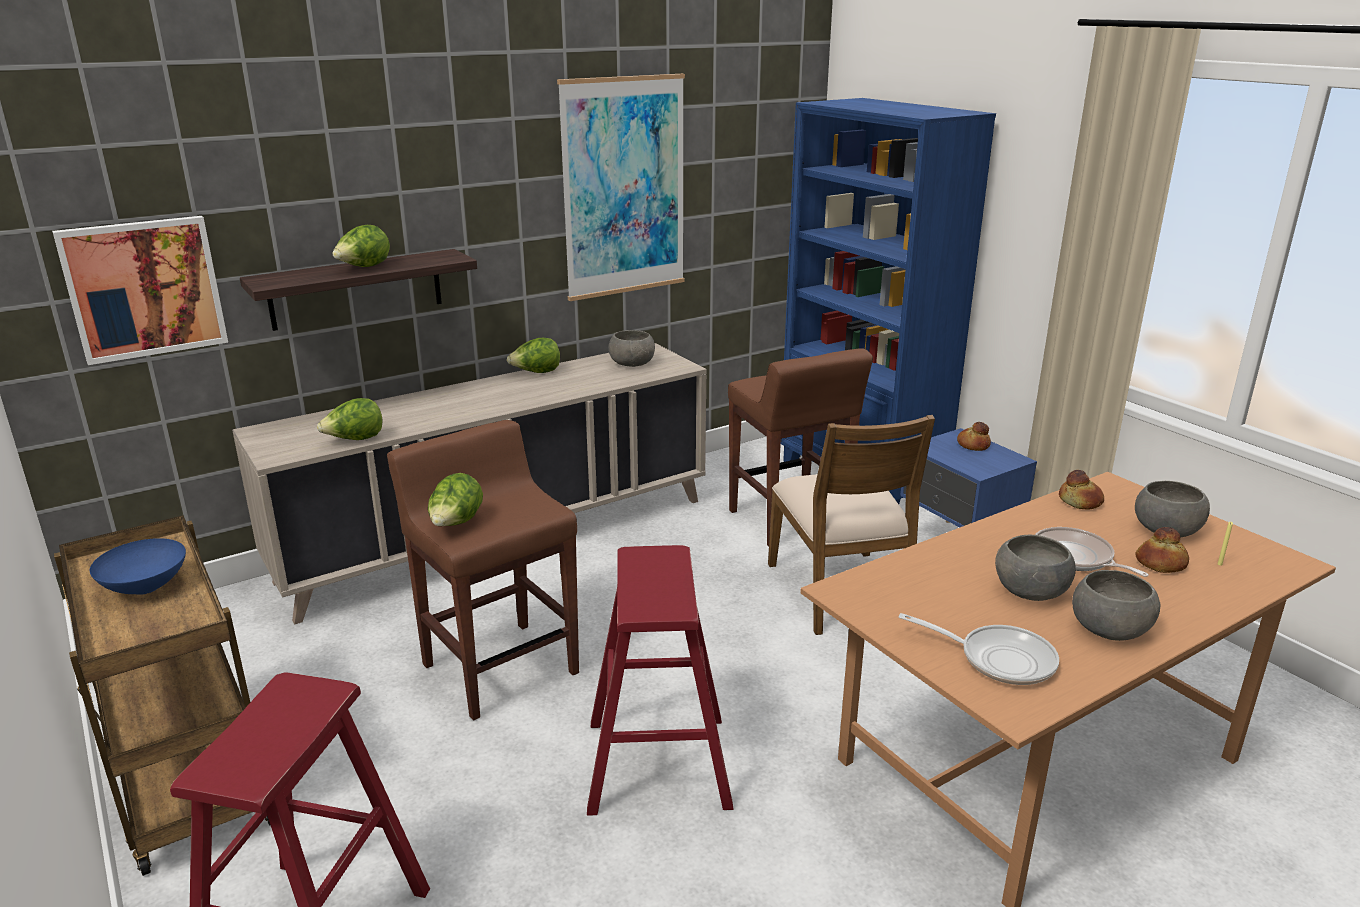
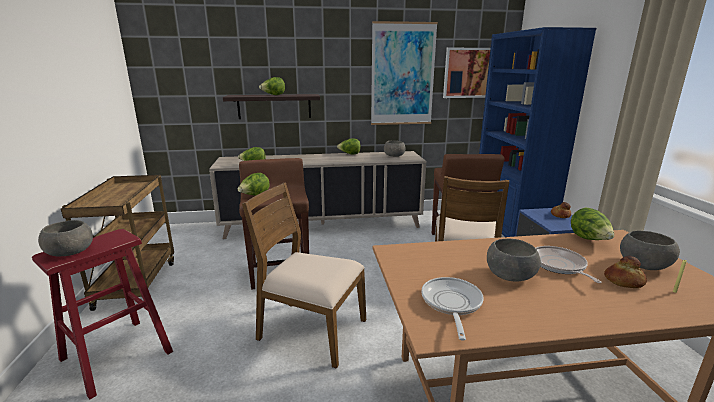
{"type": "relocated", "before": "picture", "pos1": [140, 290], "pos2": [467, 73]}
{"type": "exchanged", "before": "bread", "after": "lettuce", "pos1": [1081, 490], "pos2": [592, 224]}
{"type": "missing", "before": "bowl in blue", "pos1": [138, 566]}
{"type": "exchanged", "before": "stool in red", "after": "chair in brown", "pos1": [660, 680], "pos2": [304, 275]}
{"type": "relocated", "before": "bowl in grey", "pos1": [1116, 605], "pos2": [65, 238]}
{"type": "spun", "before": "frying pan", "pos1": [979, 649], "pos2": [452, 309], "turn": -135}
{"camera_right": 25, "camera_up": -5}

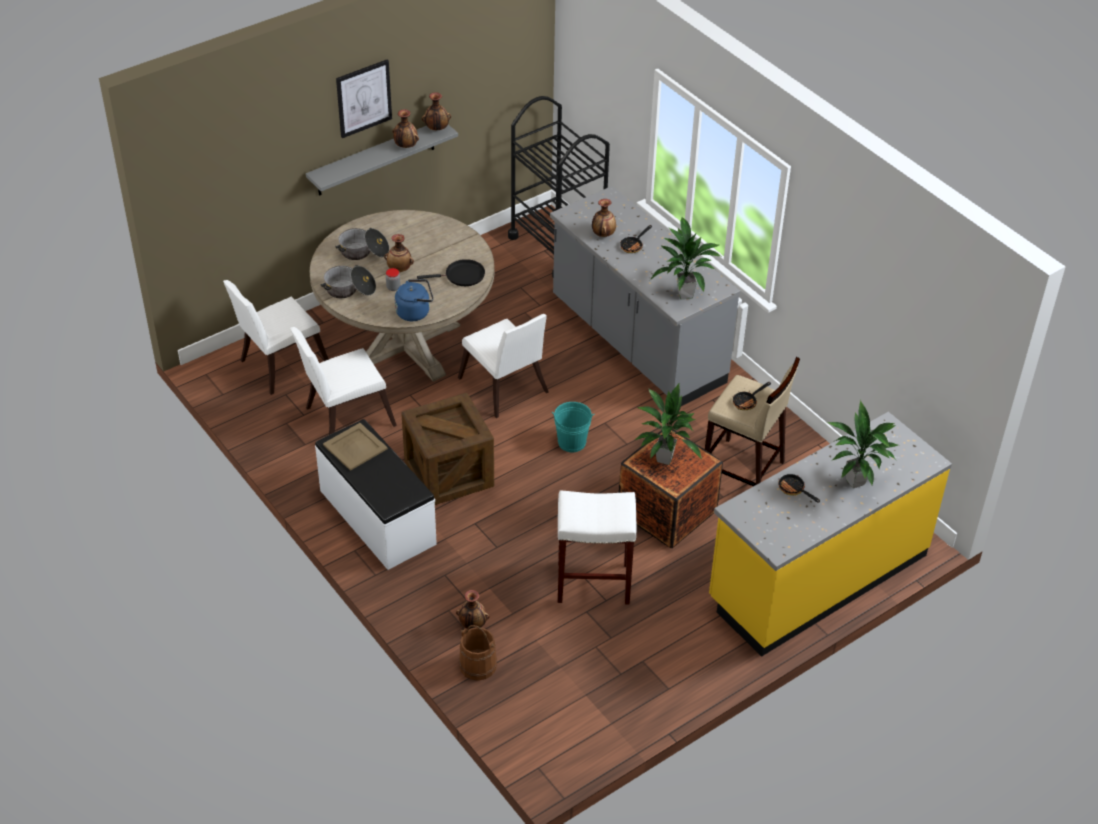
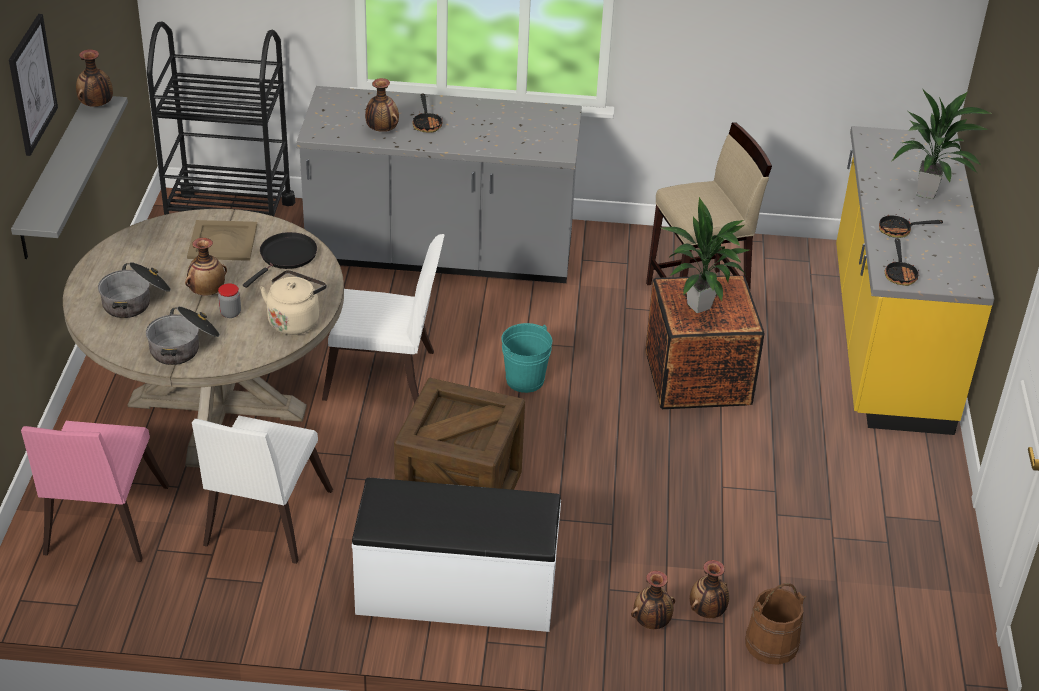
{"type": "relocated", "before": "vase", "pos1": [405, 128], "pos2": [653, 600]}
{"type": "missing", "before": "potted plant", "pos1": [685, 258]}
{"type": "colour", "before": "kettle in blue", "after": "kettle in beige", "pos1": [414, 300], "pos2": [293, 302]}
{"type": "colour", "before": "chair in white", "after": "chair in pink", "pos1": [276, 337], "pos2": [95, 491]}
{"type": "relocated", "before": "frying pan", "pos1": [752, 396], "pos2": [902, 262]}
{"type": "relocated", "before": "tray in beige", "pos1": [355, 447], "pos2": [222, 240]}
{"type": "missing", "before": "stool in white", "pos1": [597, 547]}
{"camera_right": -50, "camera_up": -5}

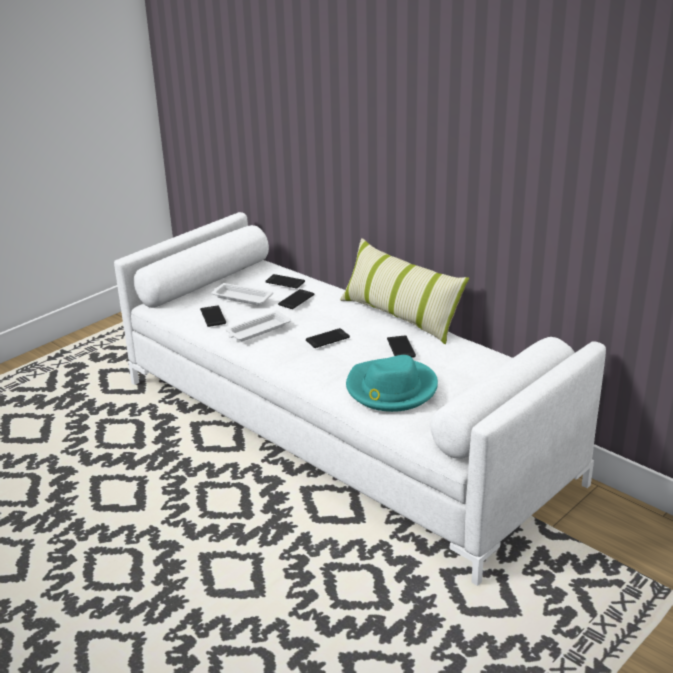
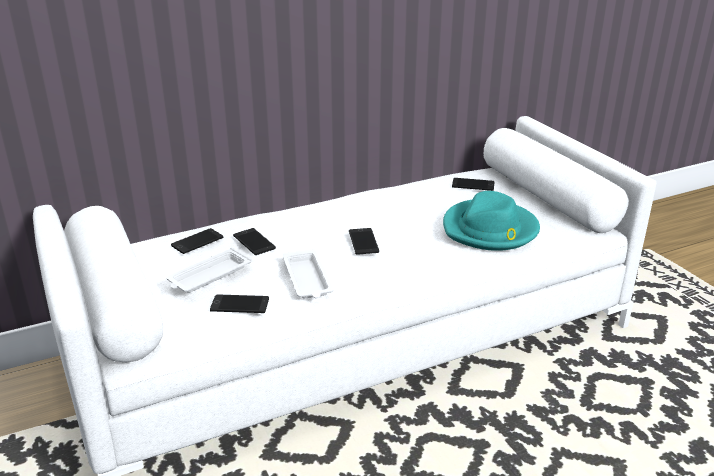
{"type": "missing", "before": "pillow", "pos1": [404, 291]}
{"type": "relocated", "before": "phone", "pos1": [401, 347], "pos2": [473, 184]}
{"camera_right": -70, "camera_up": 0}

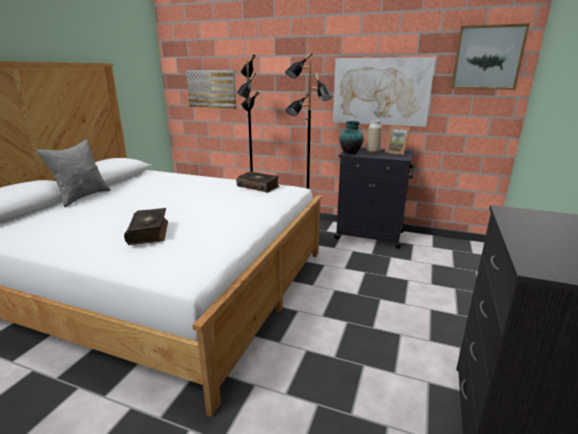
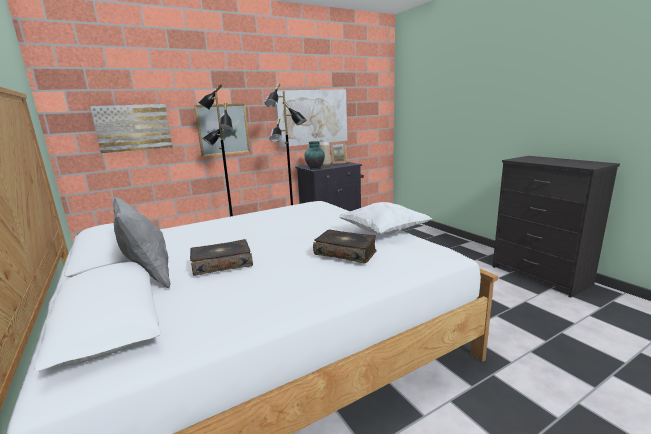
{"type": "relocated", "before": "picture", "pos1": [490, 56], "pos2": [222, 130]}
{"type": "relocated", "before": "book", "pos1": [257, 182], "pos2": [221, 257]}
{"type": "appeared", "after": "pillow in white", "pos2": [385, 218]}
{"camera_right": -50, "camera_up": -5}

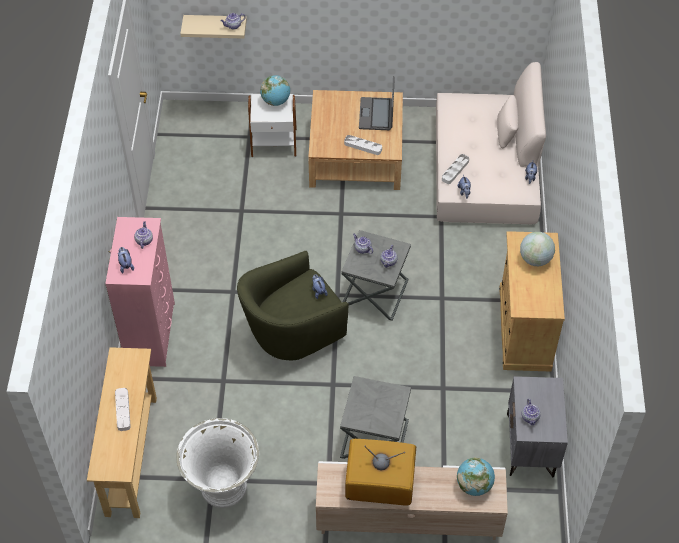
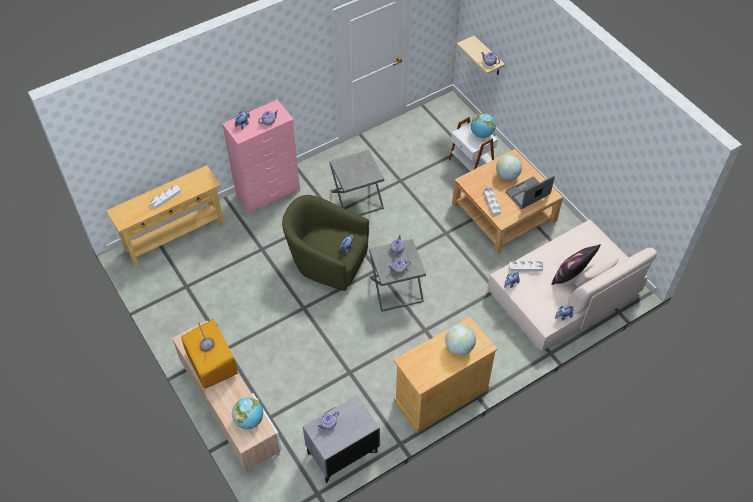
{"type": "relocated", "before": "side table in grey", "pos1": [375, 417], "pos2": [357, 183]}
{"type": "missing", "before": "planter in white", "pos1": [217, 463]}
{"type": "appeared", "after": "globe", "pos2": [509, 168]}
{"type": "appeared", "after": "pillow", "pos2": [576, 264]}
{"camera_right": 55, "camera_up": 0}

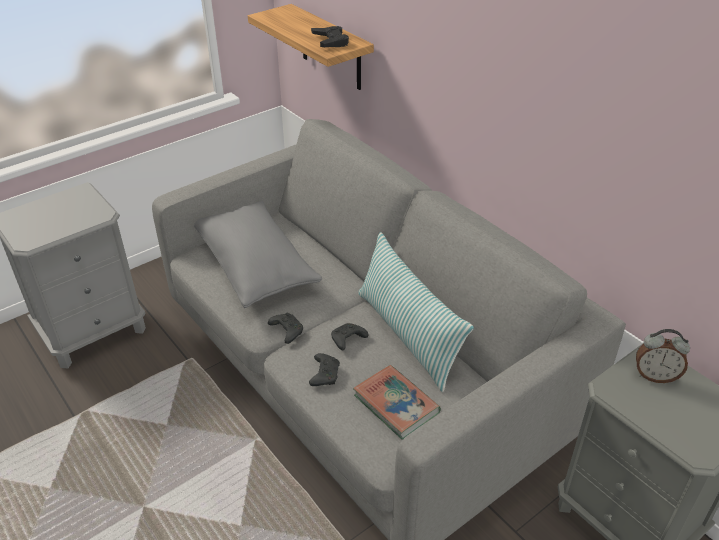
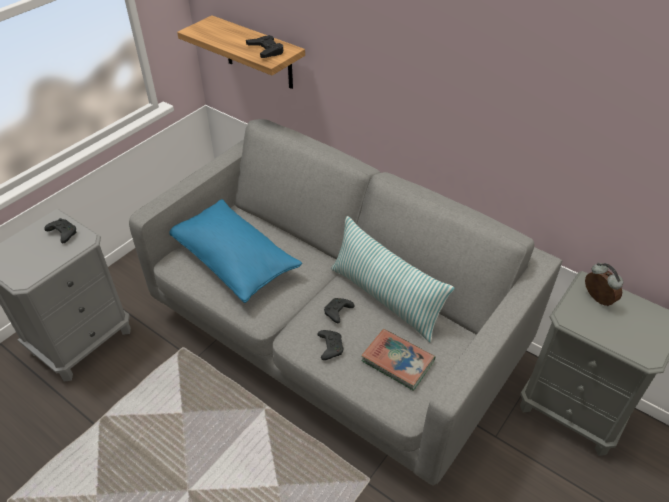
{"type": "colour", "before": "pillow in grey", "after": "pillow in blue", "pos1": [258, 254], "pos2": [235, 251]}
{"type": "relocated", "before": "game controller in black", "pos1": [285, 328], "pos2": [60, 230]}
{"type": "spun", "before": "alarm clock", "pos1": [663, 356], "pos2": [604, 284], "turn": -120}
{"camera_right": -15, "camera_up": 5}

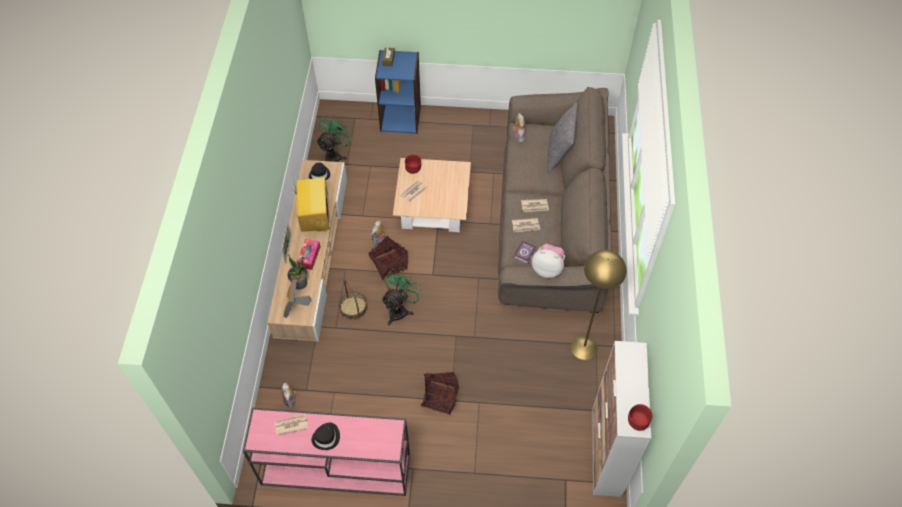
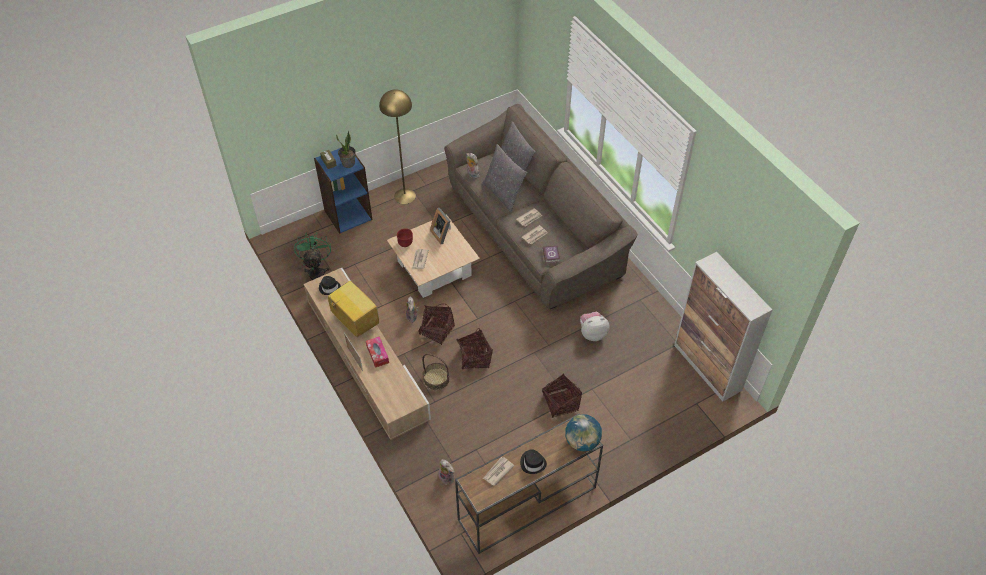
{"type": "relocated", "before": "plush toy", "pos1": [548, 261], "pos2": [595, 326]}
{"type": "relocated", "before": "floor lamp in yellow", "pos1": [598, 305], "pos2": [397, 146]}
{"type": "relocated", "before": "potted plant", "pos1": [297, 272], "pos2": [346, 149]}
{"type": "exchanged", "before": "fan in green", "after": "basket", "pos1": [402, 297], "pos2": [475, 348]}
{"type": "relocated", "before": "picture frame", "pos1": [297, 299], "pos2": [440, 226]}
{"type": "missing", "before": "bowl in red", "pos1": [640, 417]}
{"type": "colour", "before": "console table in pink", "after": "console table in brown", "pos1": [326, 452], "pos2": [529, 484]}
{"type": "appeared", "after": "pillow in grey", "pos2": [504, 178]}
{"type": "appeared", "after": "globe", "pos2": [583, 433]}
{"camera_right": -35, "camera_up": -5}

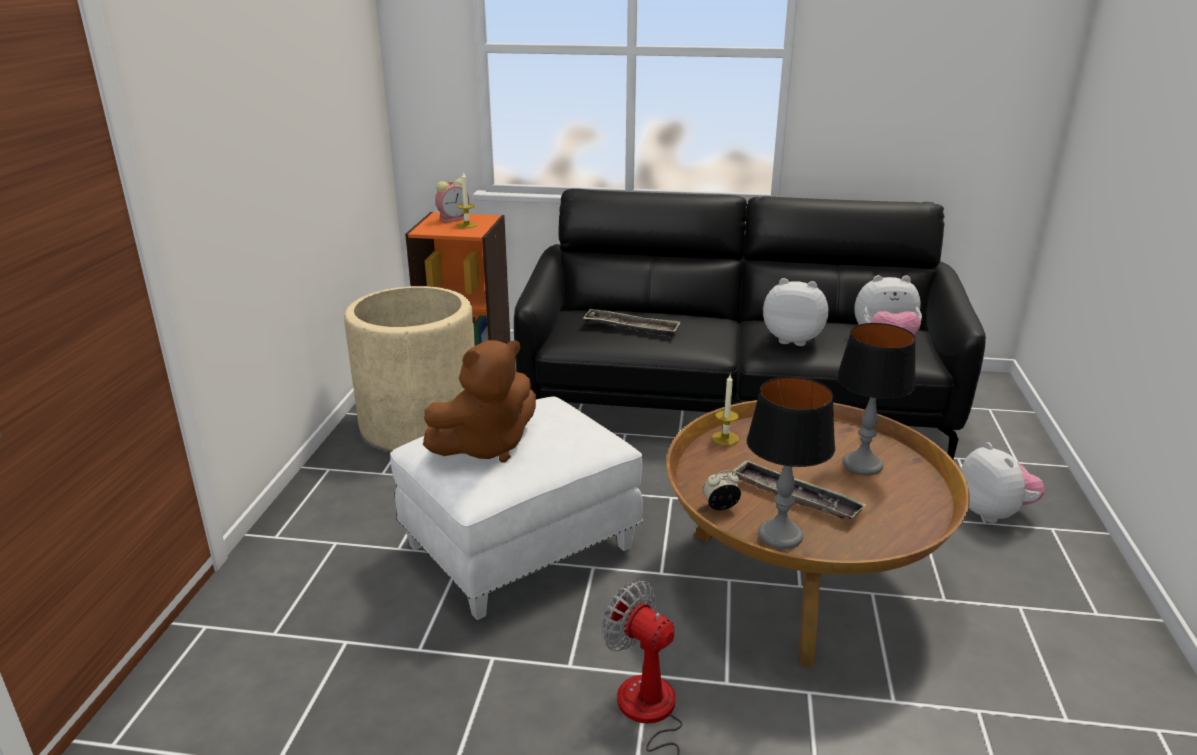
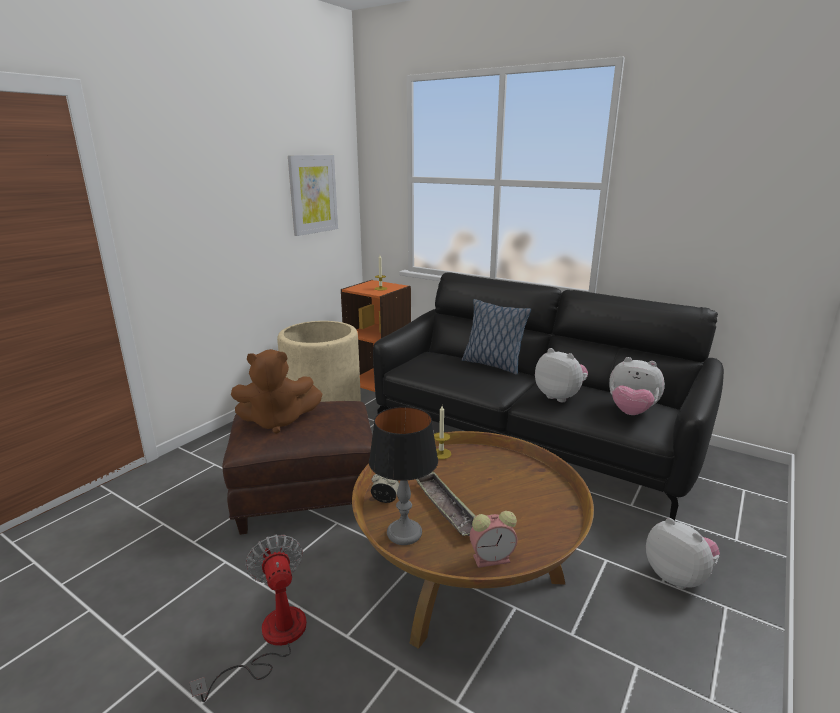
{"type": "relocated", "before": "alarm clock", "pos1": [452, 201], "pos2": [493, 539]}
{"type": "missing", "before": "tray", "pos1": [632, 323]}
{"type": "missing", "before": "table lamp", "pos1": [876, 399]}
{"type": "colour", "before": "ottoman in white", "after": "ottoman in brown", "pos1": [516, 508], "pos2": [297, 468]}
{"type": "spun", "before": "plush toy", "pos1": [1003, 482], "pos2": [683, 553], "turn": -45}
{"type": "appeared", "after": "picture", "pos2": [313, 195]}
{"type": "appeared", "after": "pillow", "pos2": [496, 337]}
{"camera_right": 25, "camera_up": -5}

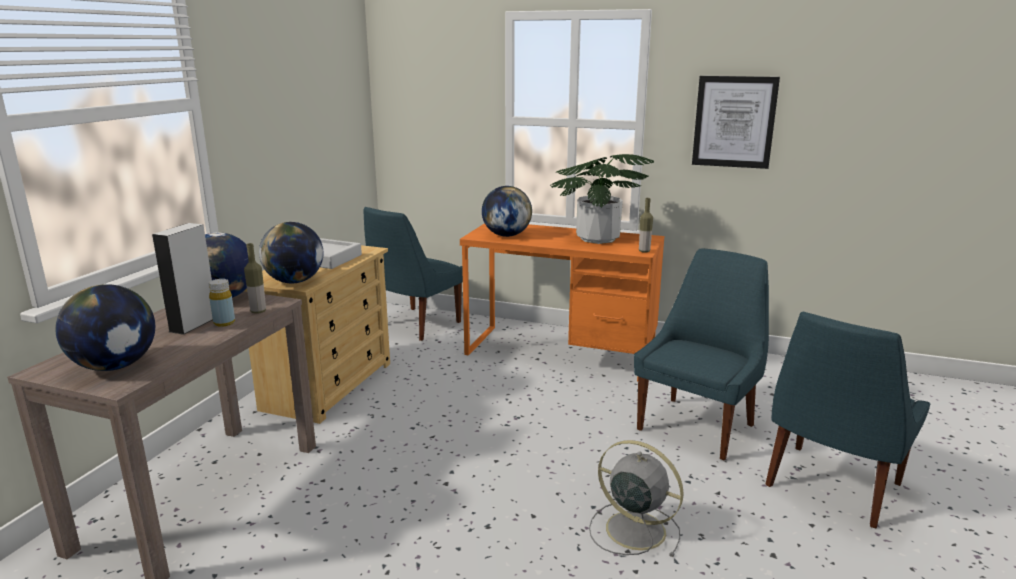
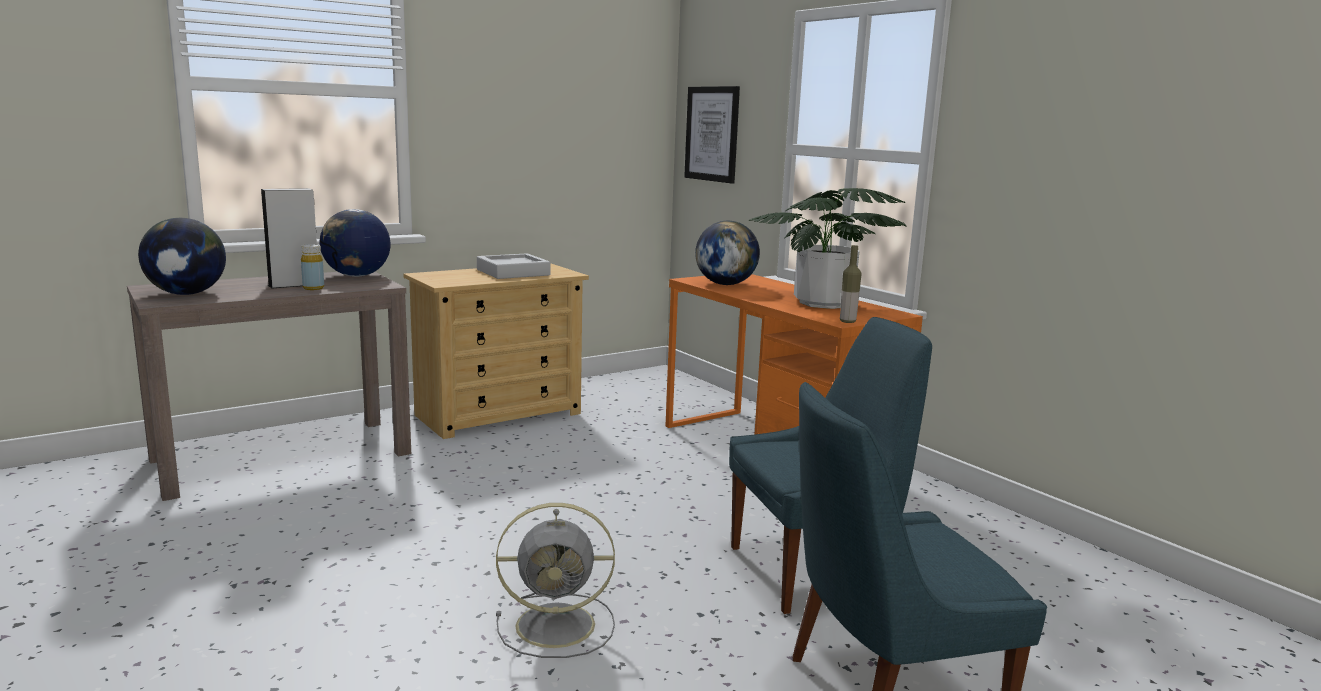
{"type": "relocated", "before": "picture", "pos1": [736, 122], "pos2": [712, 134]}
{"type": "missing", "before": "chair in blue", "pos1": [413, 274]}
{"type": "missing", "before": "globe", "pos1": [291, 252]}
{"type": "missing", "before": "bottle", "pos1": [255, 278]}
{"type": "spun", "before": "fan in grey", "pos1": [636, 498], "pos2": [555, 580], "turn": 105}
{"camera_right": 35, "camera_up": -5}

